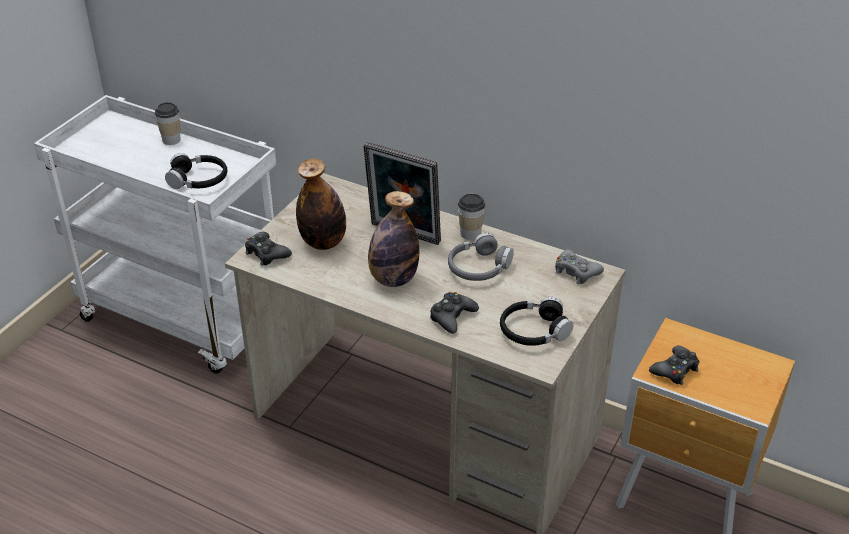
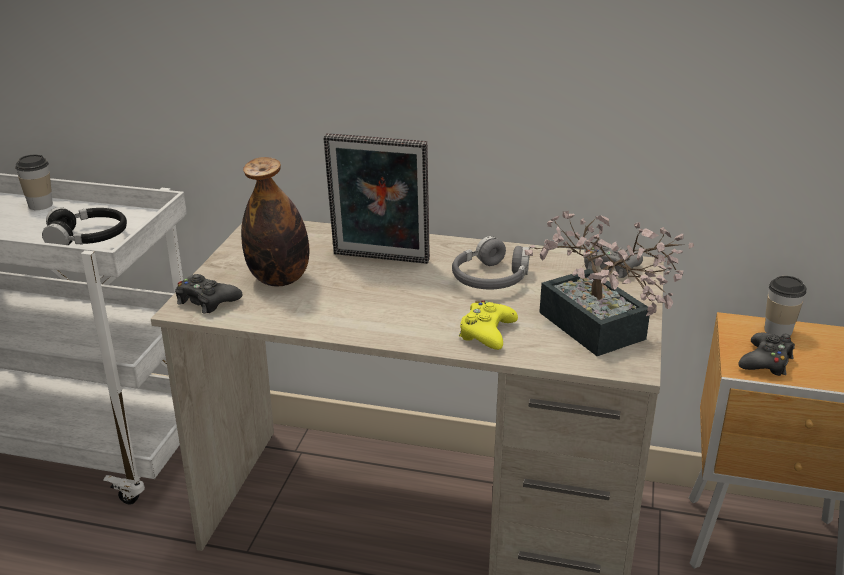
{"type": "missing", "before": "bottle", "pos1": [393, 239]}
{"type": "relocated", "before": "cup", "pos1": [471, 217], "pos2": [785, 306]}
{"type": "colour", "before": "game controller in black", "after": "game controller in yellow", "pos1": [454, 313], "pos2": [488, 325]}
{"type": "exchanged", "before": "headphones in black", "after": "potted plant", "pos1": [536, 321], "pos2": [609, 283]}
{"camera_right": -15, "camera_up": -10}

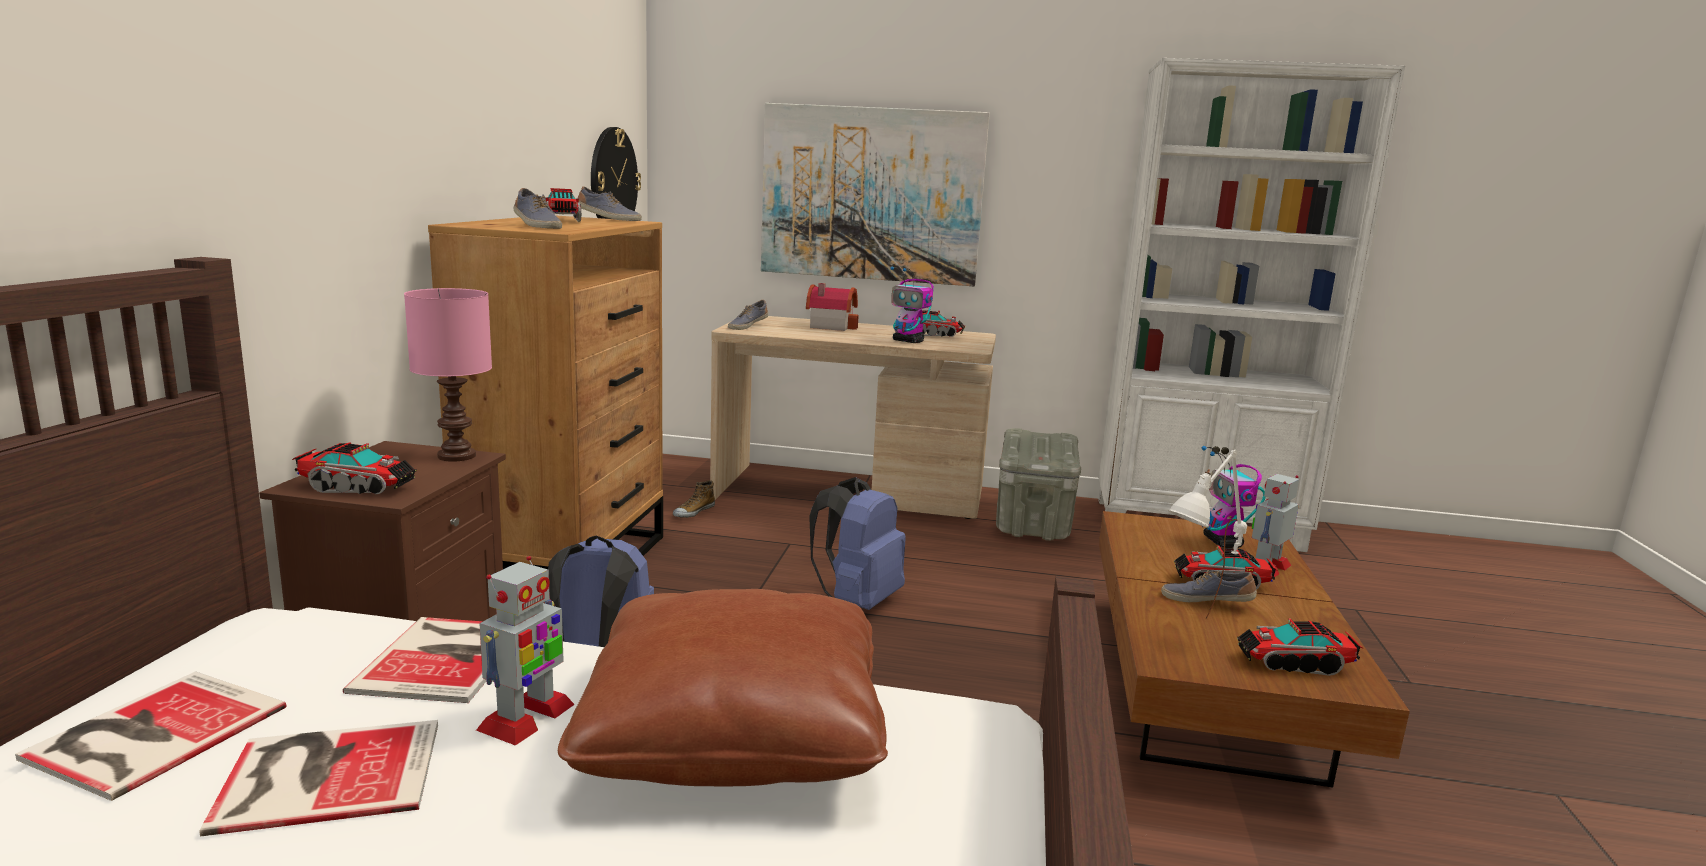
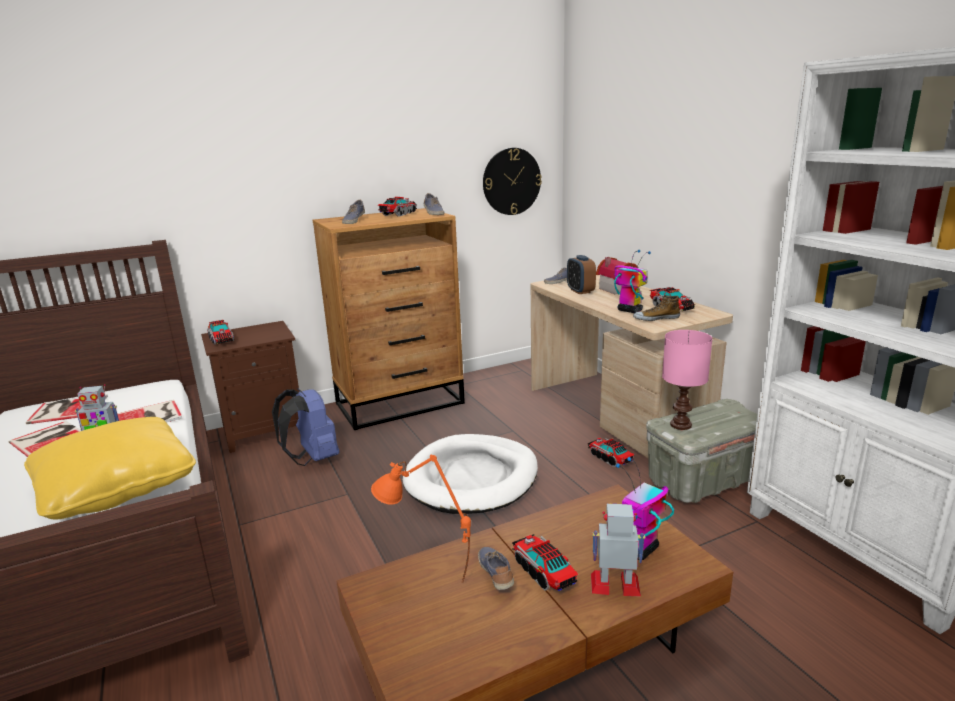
{"type": "missing", "before": "picture", "pos1": [875, 194]}
{"type": "spun", "before": "toy robot", "pos1": [912, 304], "pos2": [632, 281], "turn": 135}
{"type": "relocated", "before": "table lamp in pink", "pos1": [448, 375], "pos2": [687, 380]}
{"type": "colour", "before": "table lamp in white", "after": "table lamp in orange", "pos1": [1207, 534], "pos2": [421, 517]}
{"type": "exchanged", "before": "backpack in blue", "after": "dog bed in white", "pos1": [857, 543], "pos2": [470, 474]}
{"type": "relocated", "before": "shoe", "pos1": [694, 499], "pos2": [656, 308]}
{"type": "colour", "before": "pillow in brown", "after": "pillow in yellow", "pos1": [723, 688], "pos2": [110, 468]}
{"type": "relocated", "before": "toy truck", "pos1": [1300, 647], "pos2": [611, 452]}
{"type": "appeared", "after": "alarm clock", "pos2": [581, 274]}
{"camera_right": 55, "camera_up": 5}

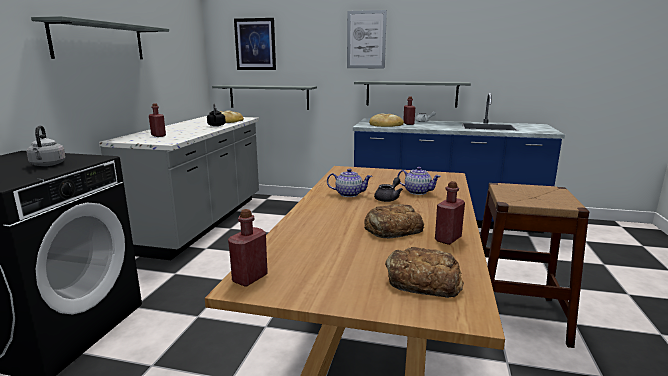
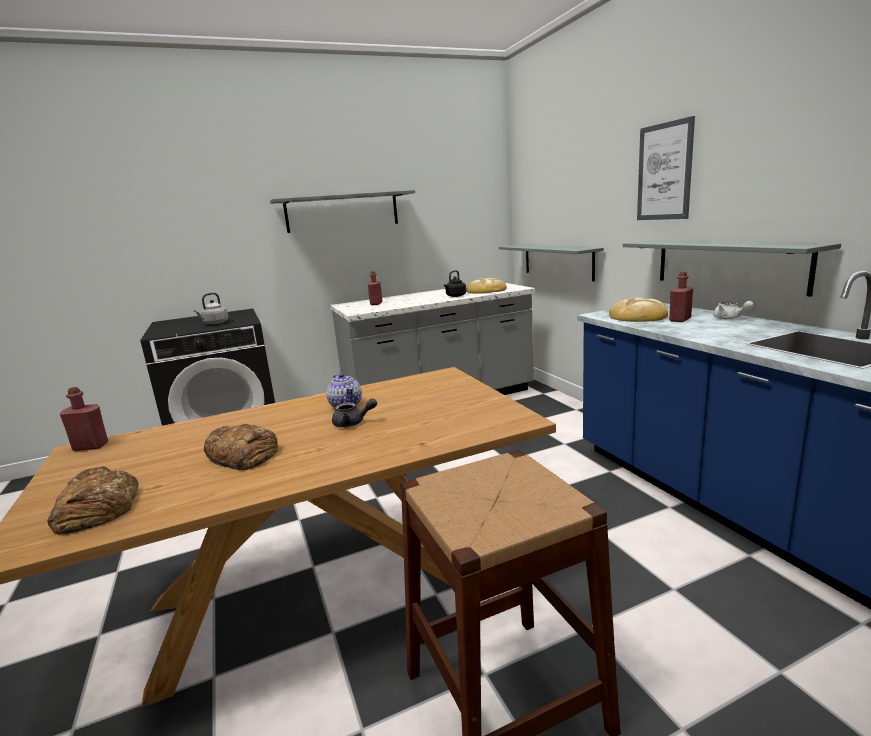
{"type": "missing", "before": "picture", "pos1": [255, 44]}
{"type": "missing", "before": "teapot", "pos1": [419, 181]}
{"type": "missing", "before": "bottle in red", "pos1": [450, 213]}
{"camera_right": 55, "camera_up": 0}

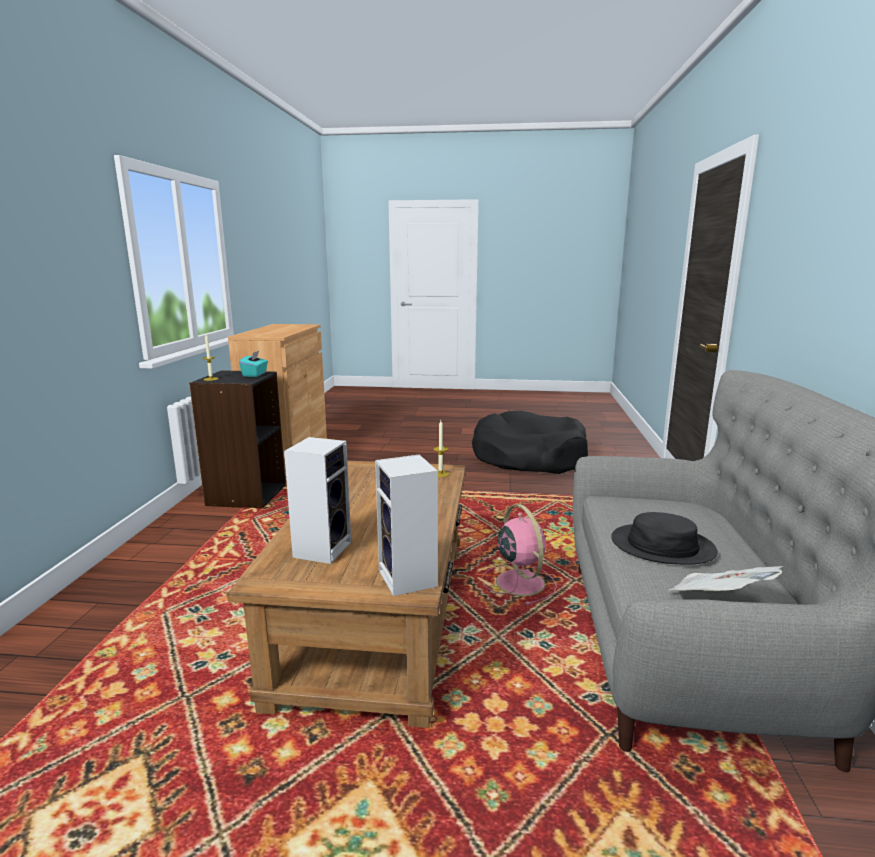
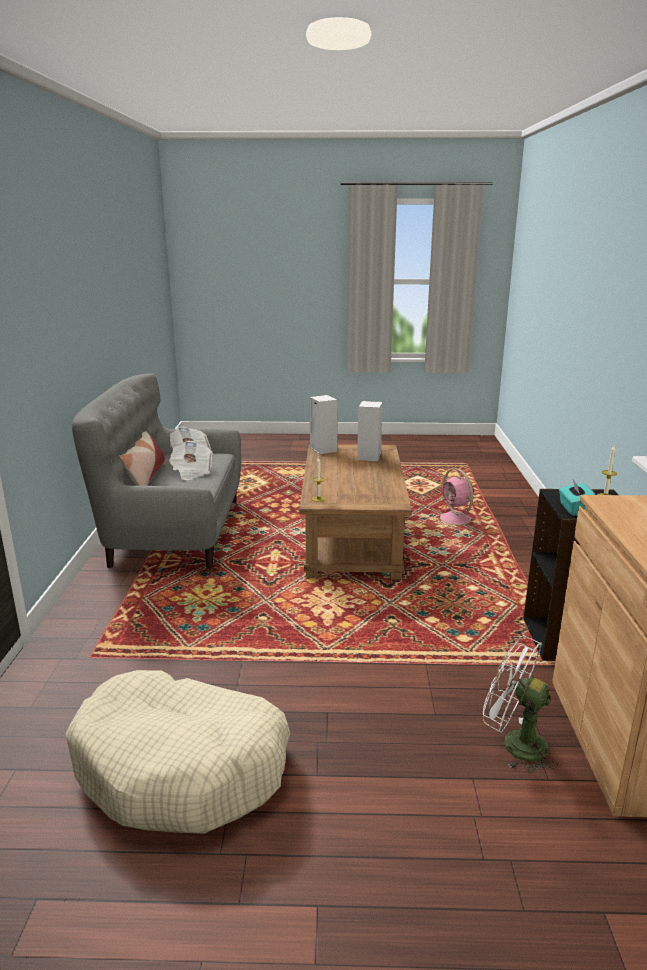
{"type": "colour", "before": "dog bed in black", "after": "dog bed in beige", "pos1": [530, 442], "pos2": [177, 752]}
{"type": "relocated", "before": "fan in pink", "pos1": [519, 554], "pos2": [457, 498]}
{"type": "exchanged", "before": "hat in black", "after": "newspaper", "pos1": [664, 538], "pos2": [191, 460]}
{"type": "appeared", "after": "pillow", "pos2": [143, 458]}
{"type": "appeared", "after": "fan in white", "pos2": [520, 704]}
{"camera_right": 175, "camera_up": 5}

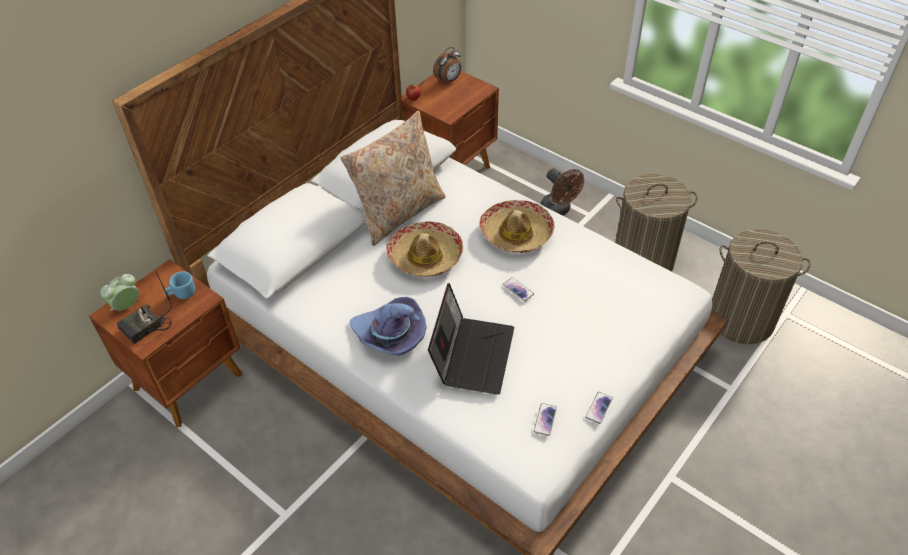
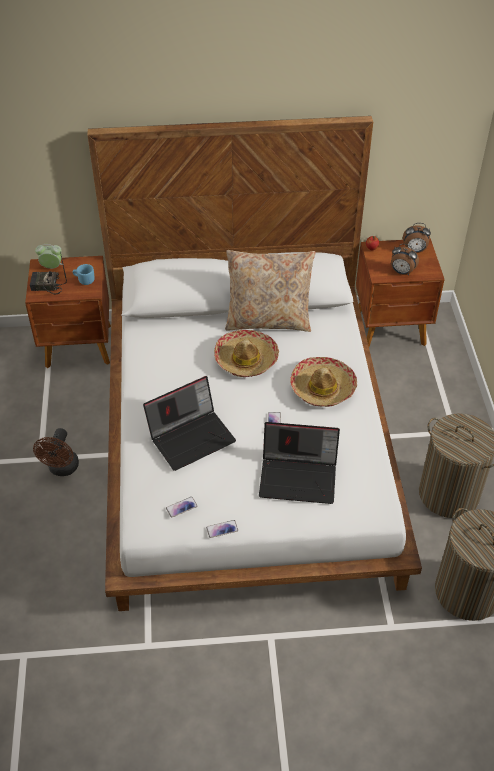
{"type": "relocated", "before": "fan in brown", "pos1": [562, 192], "pos2": [56, 452]}
{"type": "missing", "before": "hat in purple", "pos1": [388, 326]}
{"type": "appeared", "after": "alarm clock", "pos2": [405, 259]}
{"type": "appeared", "after": "laptop", "pos2": [299, 463]}
{"camera_right": 45, "camera_up": 0}

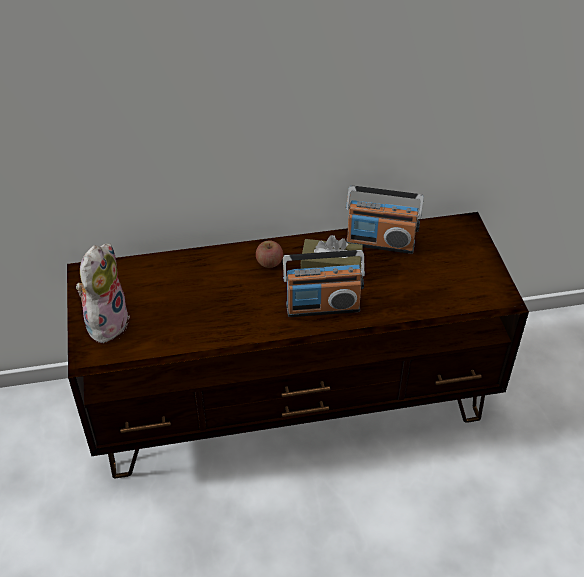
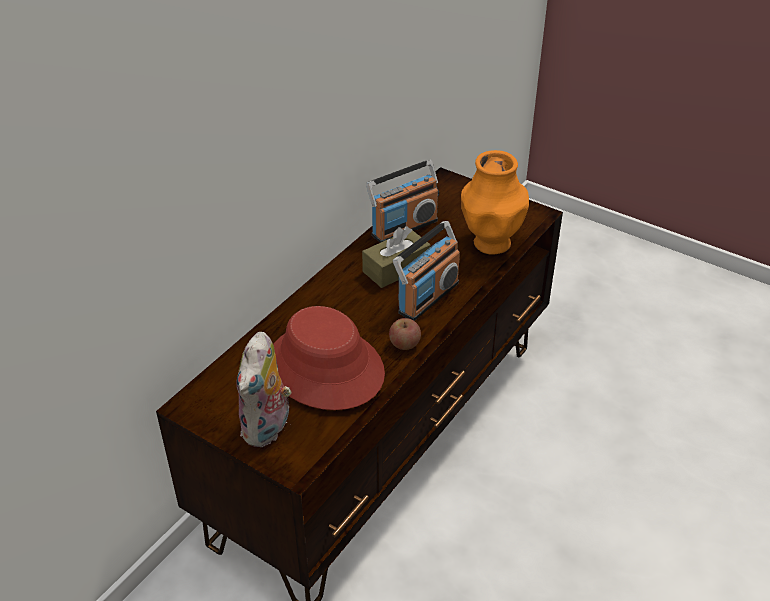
{"type": "relocated", "before": "apple", "pos1": [269, 254], "pos2": [405, 334]}
{"type": "spun", "before": "plush toy", "pos1": [103, 294], "pos2": [264, 389], "turn": -135}
{"type": "appeared", "after": "vase in orange", "pos2": [495, 202]}
{"type": "appeared", "after": "hat in red", "pos2": [329, 358]}
{"camera_right": -45, "camera_up": -5}

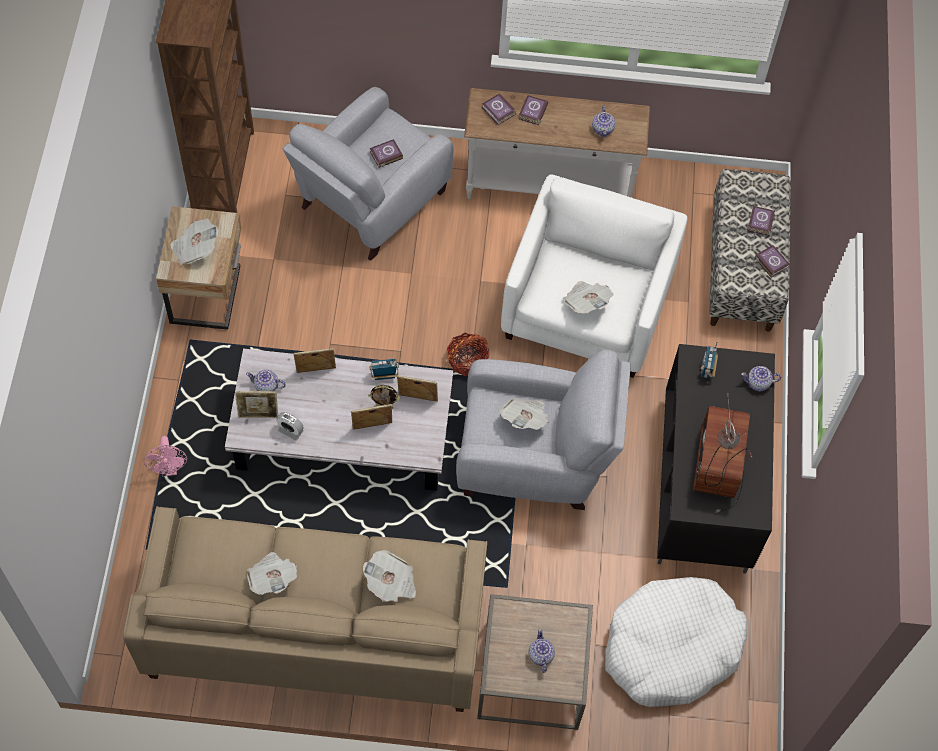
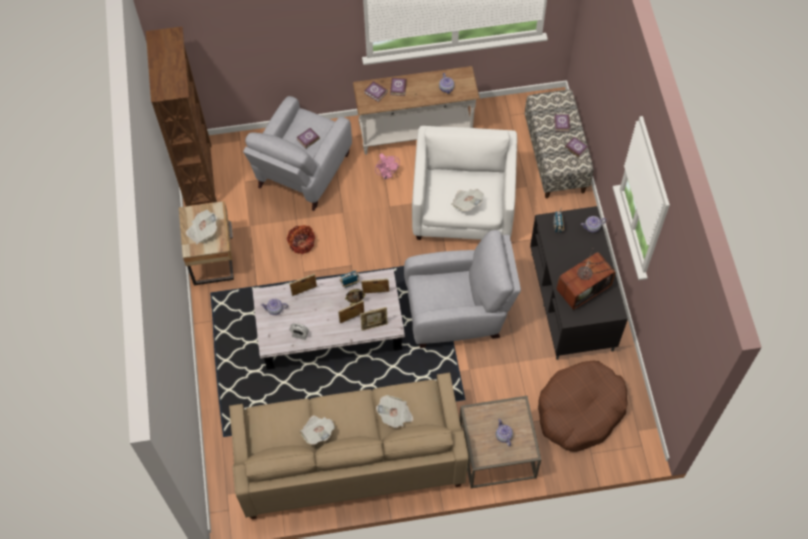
{"type": "relocated", "before": "basket", "pos1": [468, 354], "pos2": [300, 239]}
{"type": "relocated", "before": "picture frame", "pos1": [256, 404], "pos2": [374, 319]}
{"type": "spun", "before": "television", "pos1": [722, 453], "pos2": [586, 279], "turn": -120}
{"type": "missing", "before": "newspaper", "pos1": [524, 413]}
{"type": "relocated", "before": "fan in pink", "pos1": [165, 456], "pos2": [387, 166]}
{"type": "colour", "before": "dog bed in white", "after": "dog bed in brown", "pos1": [676, 642], "pos2": [582, 406]}
{"camera_right": -10, "camera_up": 0}

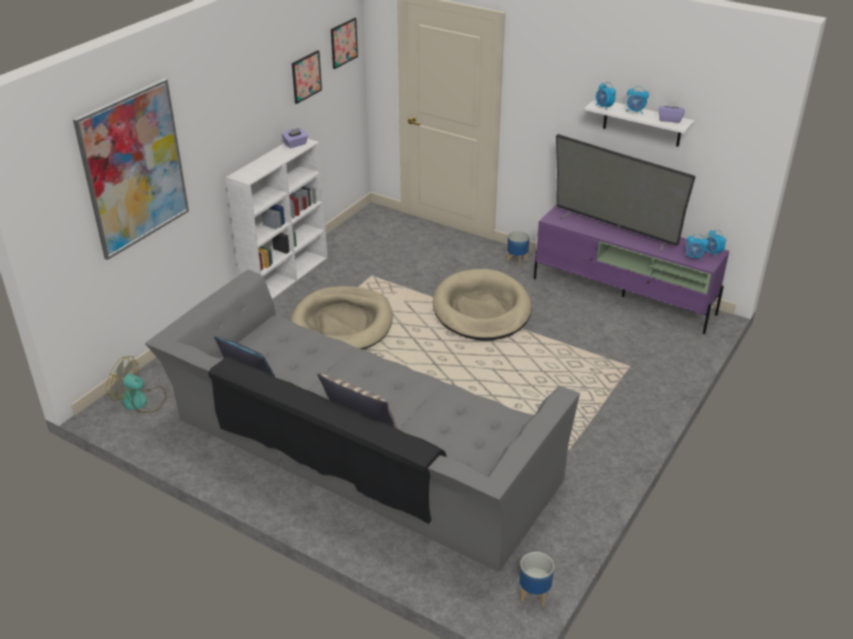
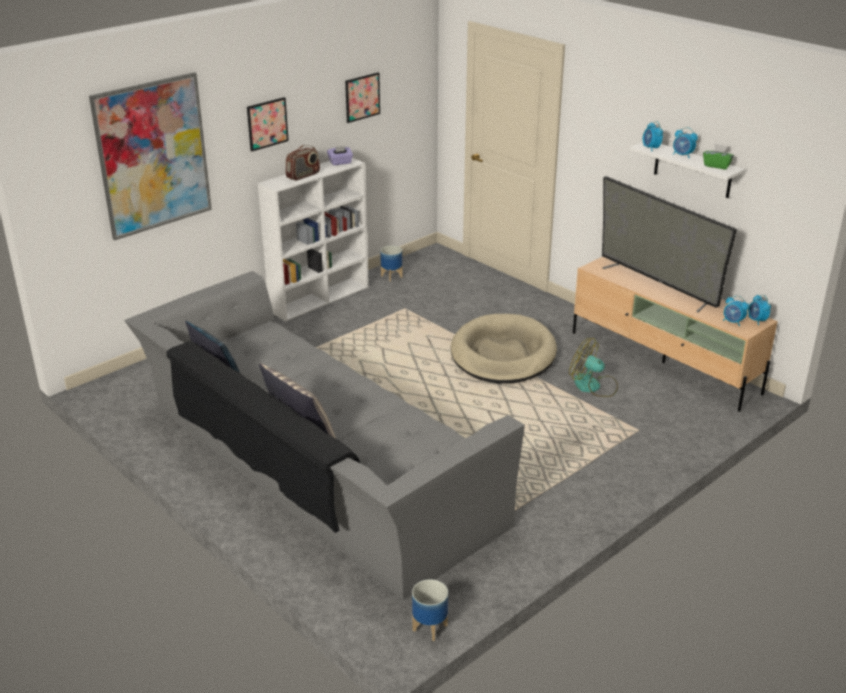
{"type": "relocated", "before": "picture", "pos1": [344, 43], "pos2": [268, 124]}
{"type": "colour", "before": "tissue box in purple", "after": "tissue box in green", "pos1": [672, 111], "pos2": [718, 156]}
{"type": "colour", "before": "tv stand in purple", "after": "tv stand in beige", "pos1": [631, 269], "pos2": [675, 334]}
{"type": "relocated", "before": "planter", "pos1": [518, 249], "pos2": [391, 263]}
{"type": "missing", "before": "dog bed in beige", "pos1": [342, 317]}
{"type": "relocated", "before": "fan", "pos1": [136, 384], "pos2": [593, 367]}
{"type": "appeared", "after": "radio", "pos2": [303, 163]}
{"camera_right": 15, "camera_up": -5}

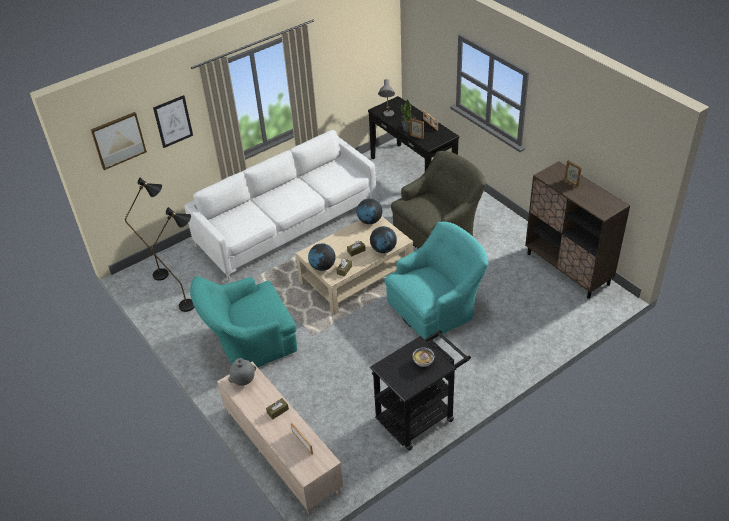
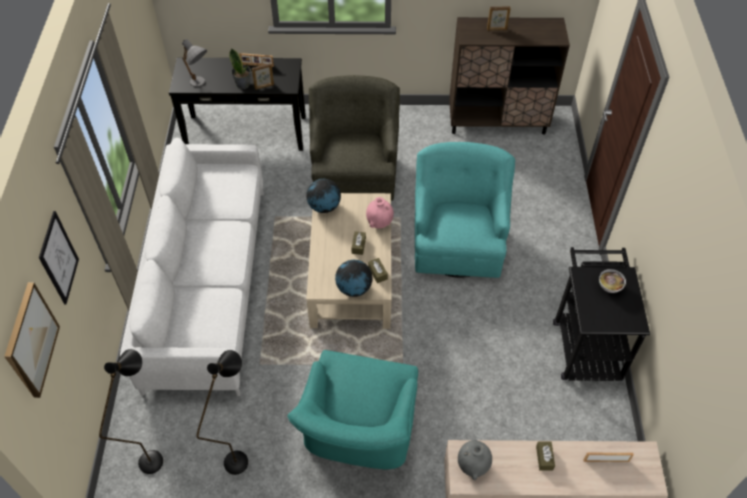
{"type": "exchanged", "before": "globe", "after": "vase in pink", "pos1": [383, 239], "pos2": [380, 212]}
{"camera_right": -55, "camera_up": 10}

